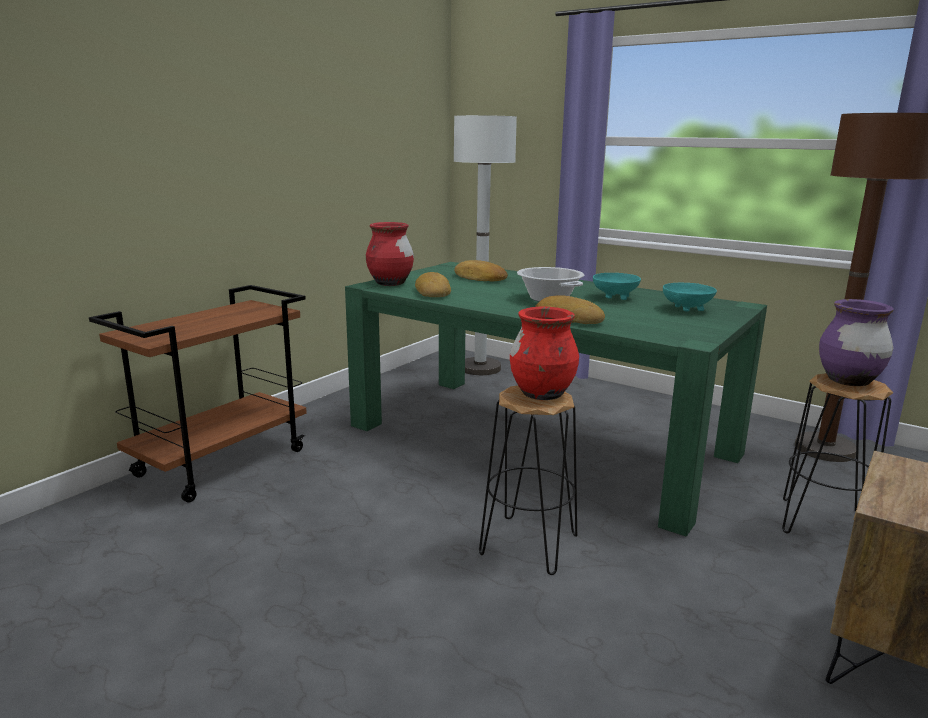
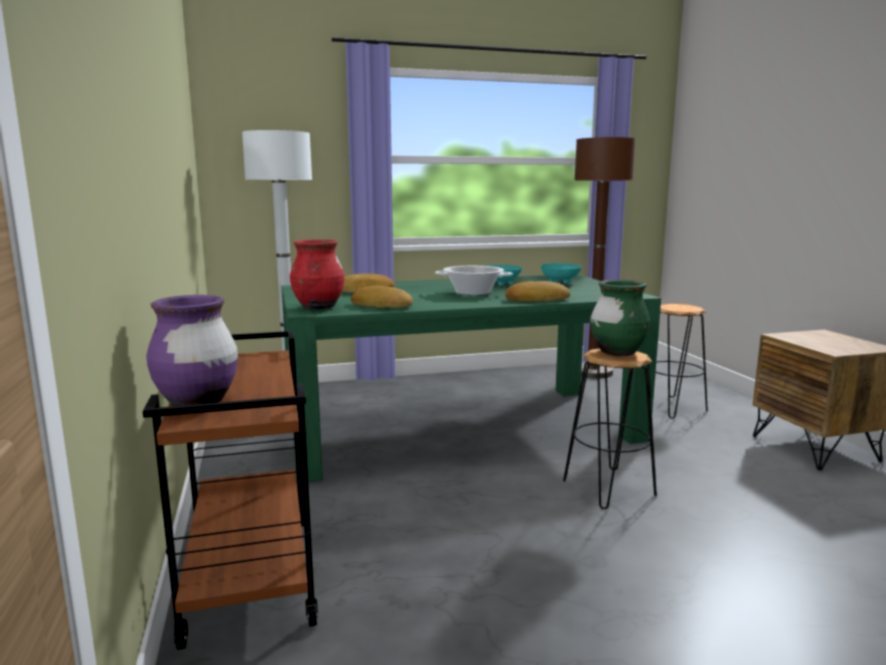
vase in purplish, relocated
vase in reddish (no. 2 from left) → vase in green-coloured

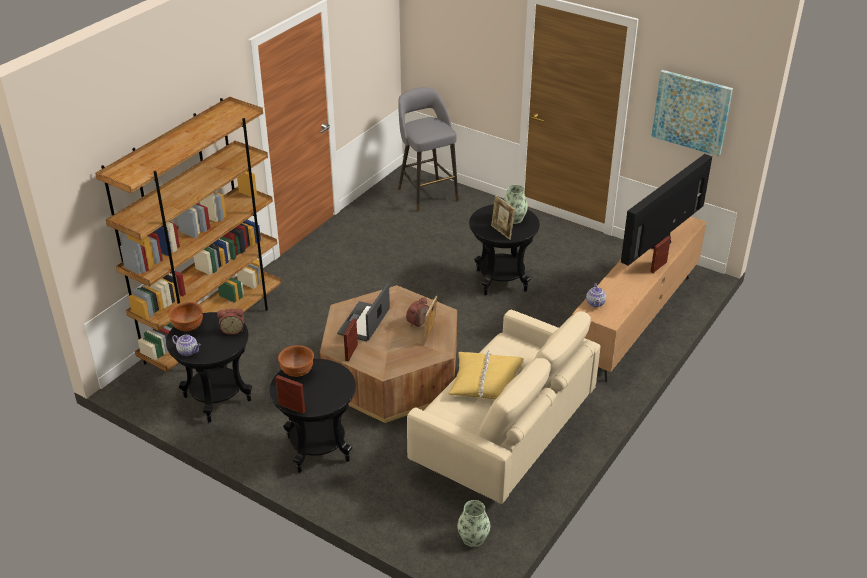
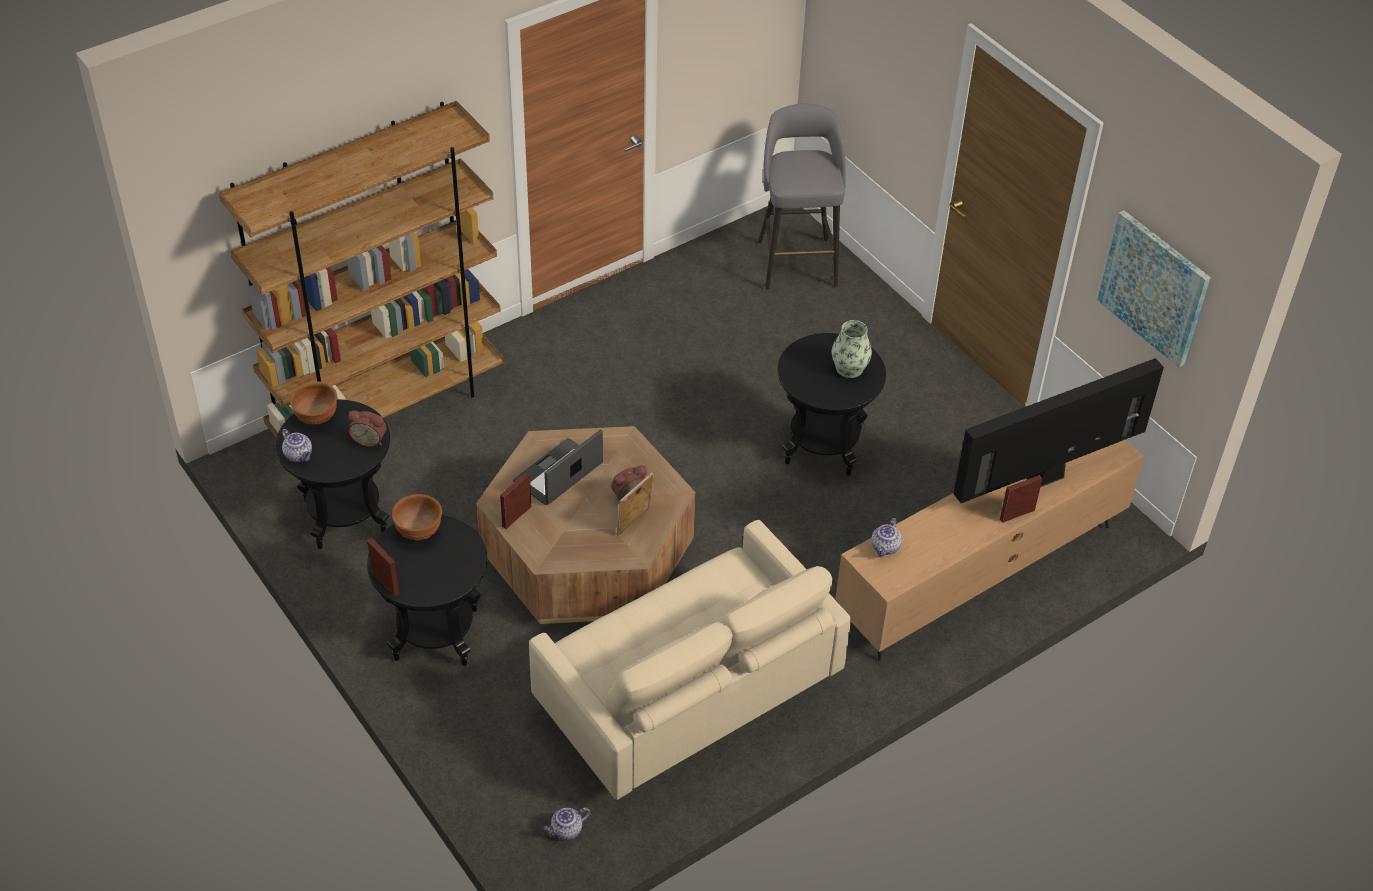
vase (no. 1 from left) → teapot (no. 2 from left)
pillow in yellow-coloured → -
standing frame (no. 4 from left) → -

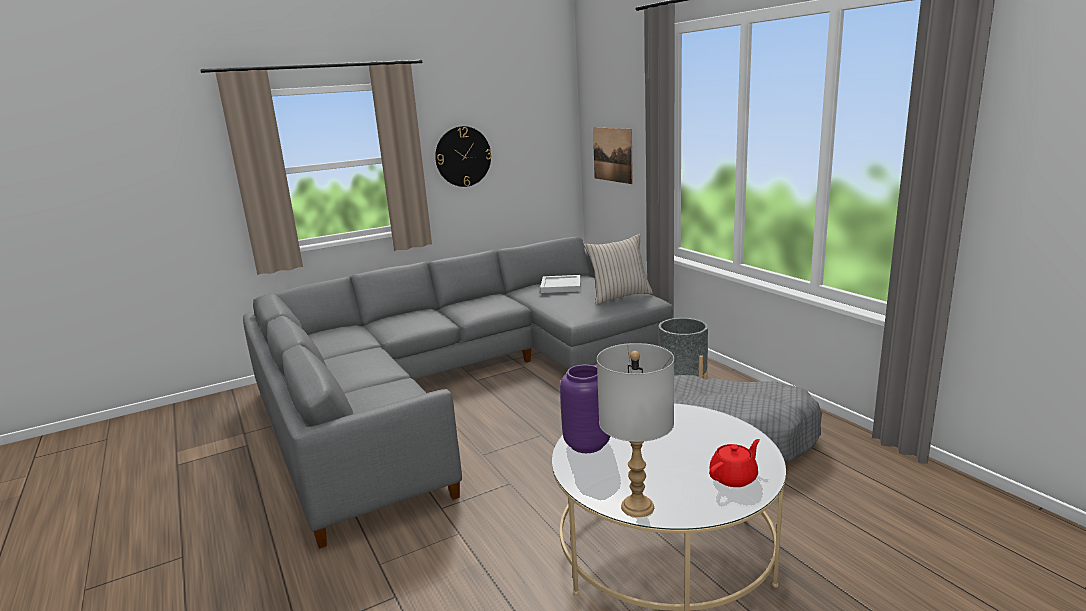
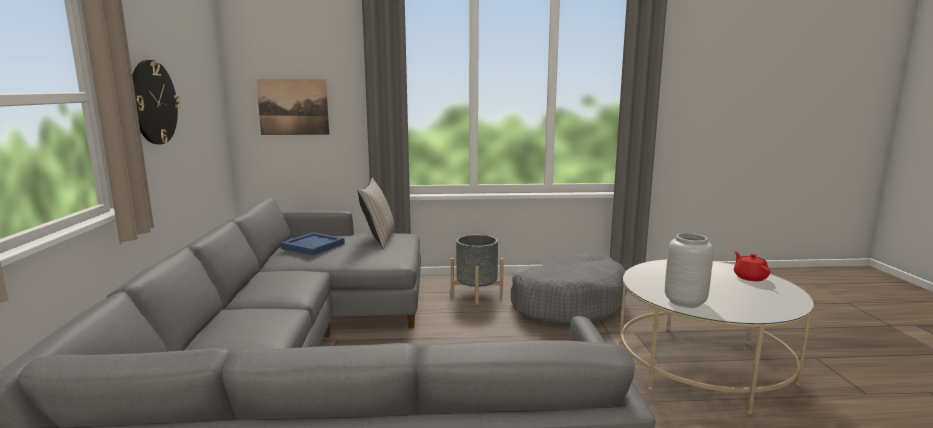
tray in whitish → tray in blue
vase in purplish → vase in grey
tabletop lamp in grey → -

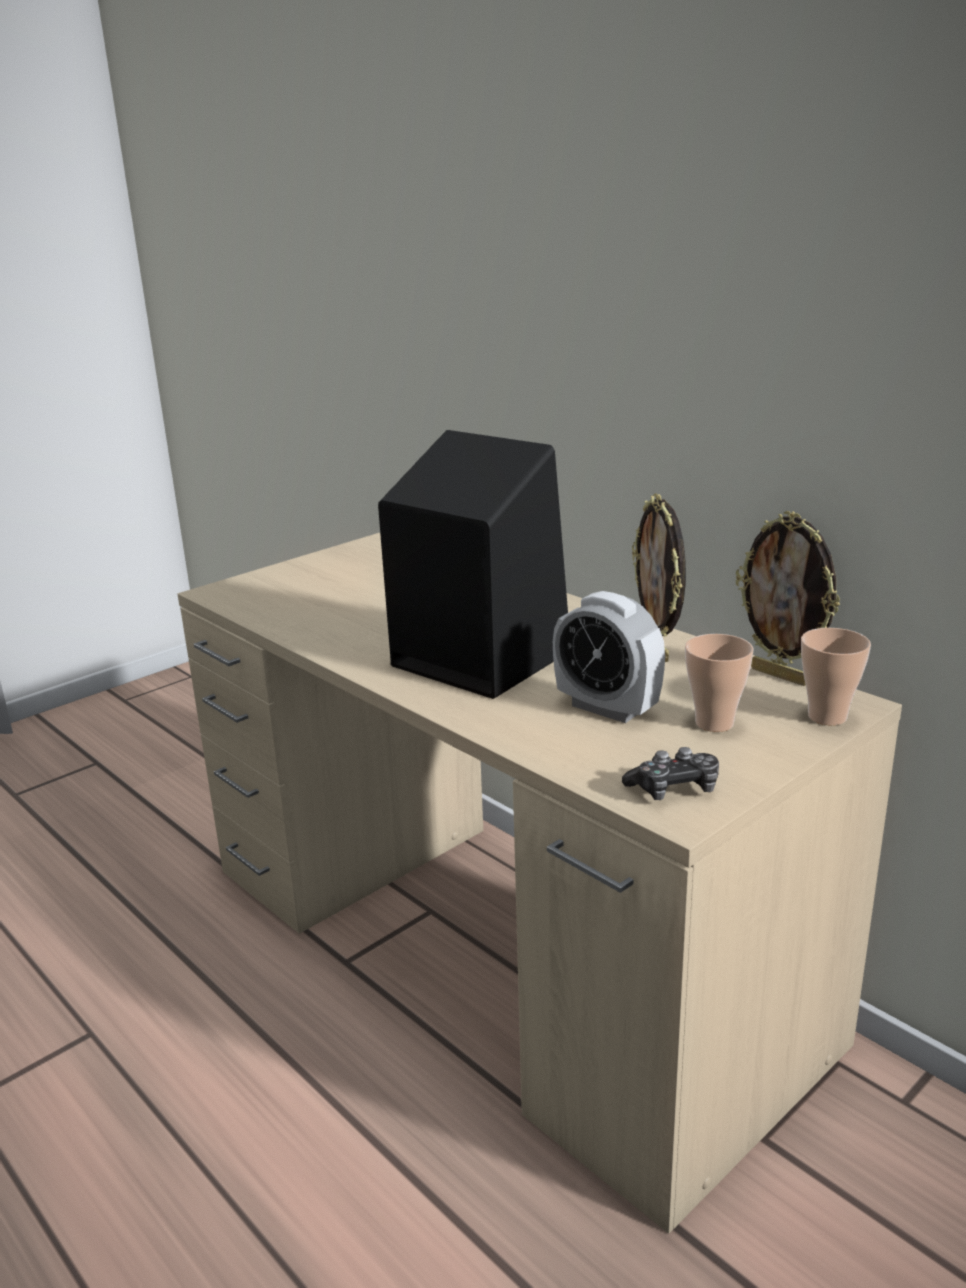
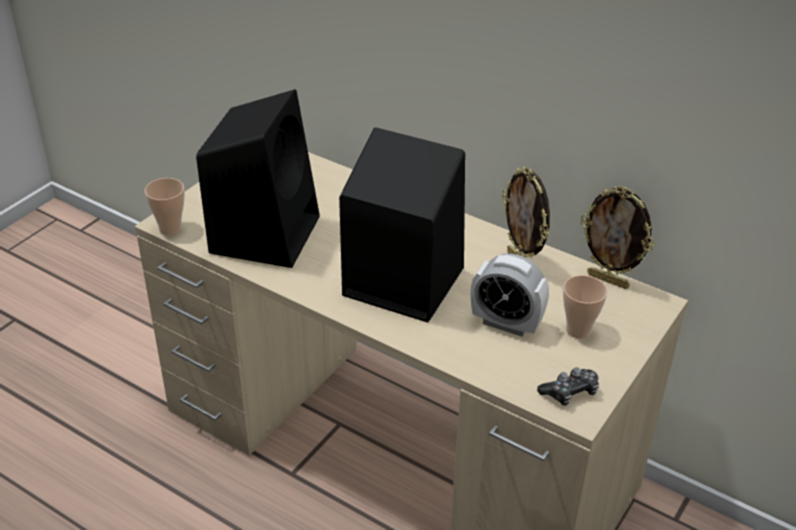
cup (no. 2 from left in the first image) → cup (no. 1 from left), relocated
- → speaker in blackish (no. 1 from left)

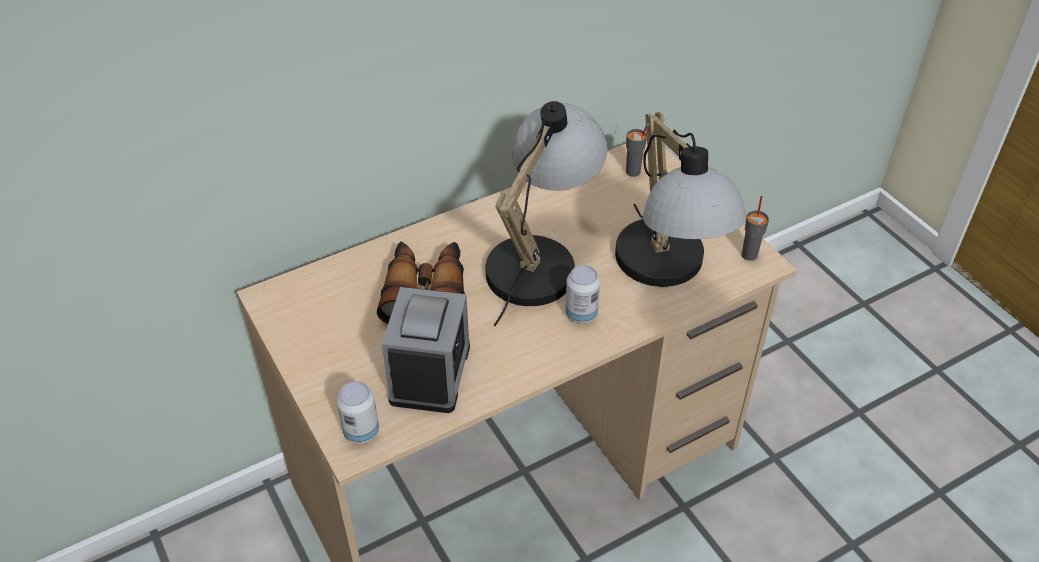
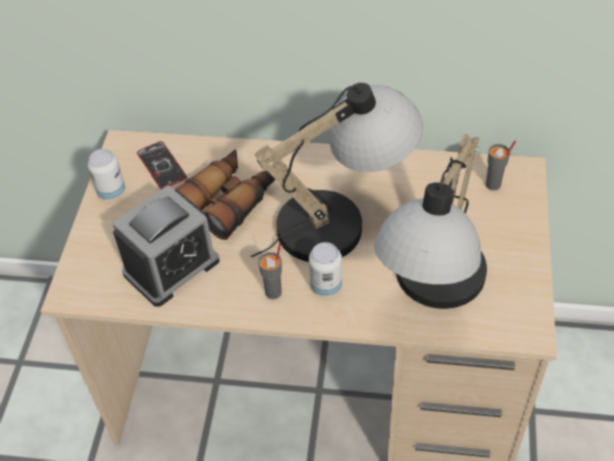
metal can (no. 1 from left), relocated
- → handset
cup in grey (no. 2 from left in the first image) → cup in grey (no. 1 from left), relocated

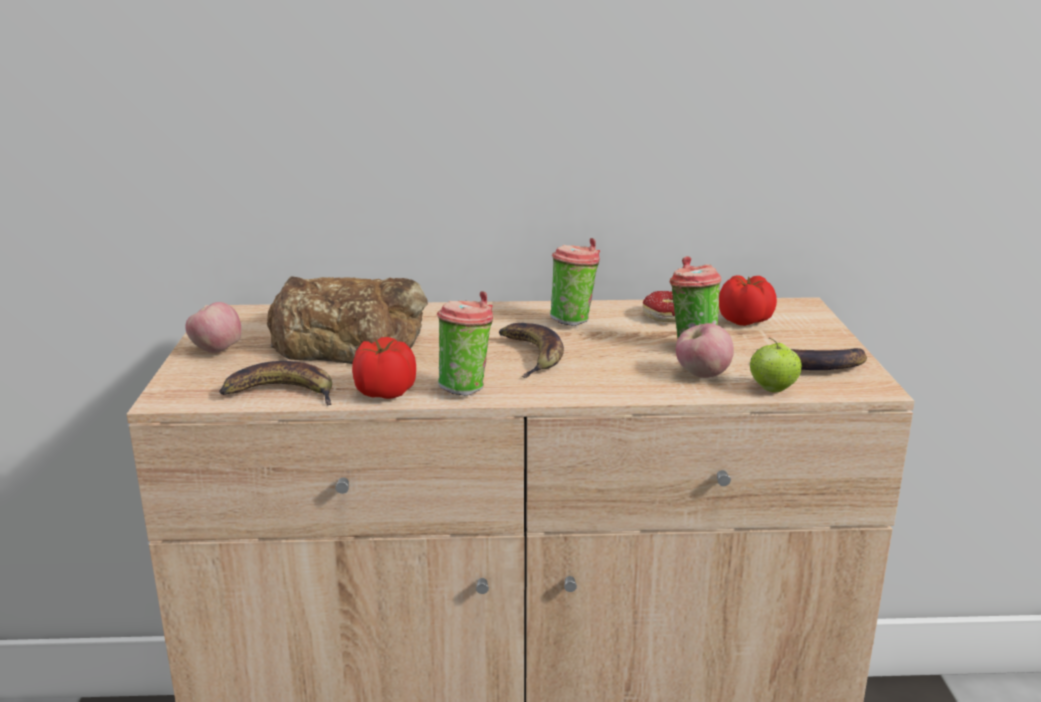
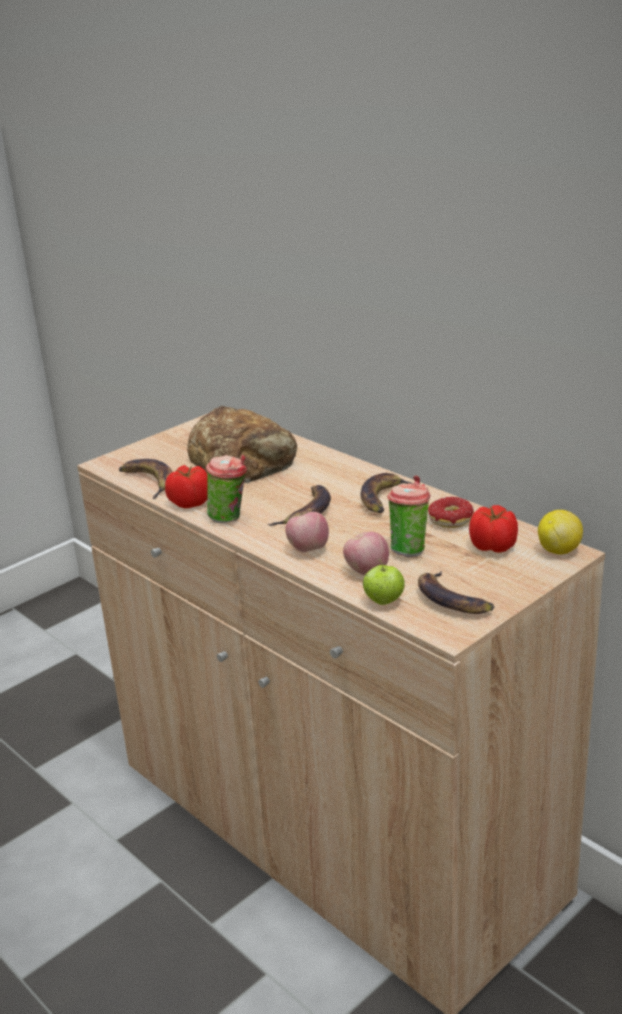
apple (no. 1 from left), relocated
cup (no. 2 from left) → whole banana (no. 3 from left)
- → lemon

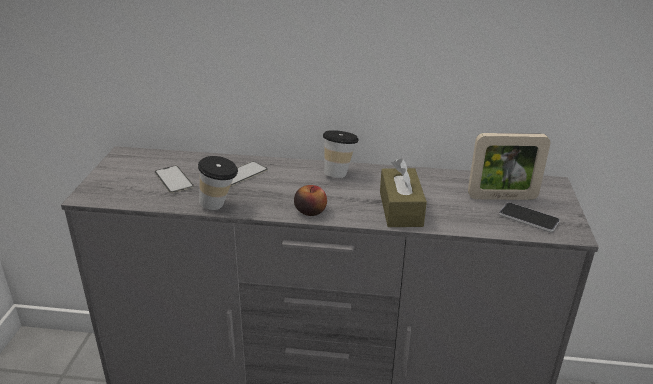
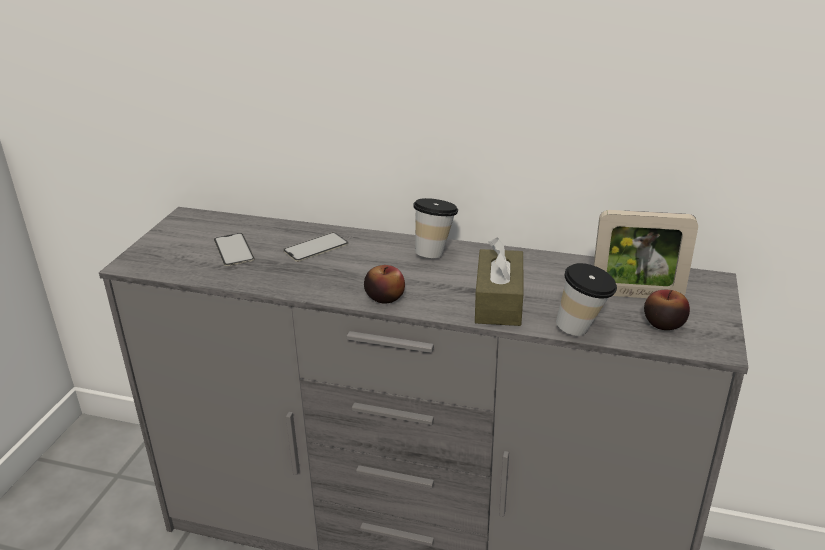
cup (no. 1 from left in the first image) → cup (no. 2 from left), relocated
handset (no. 3 from left) → apple (no. 2 from left)

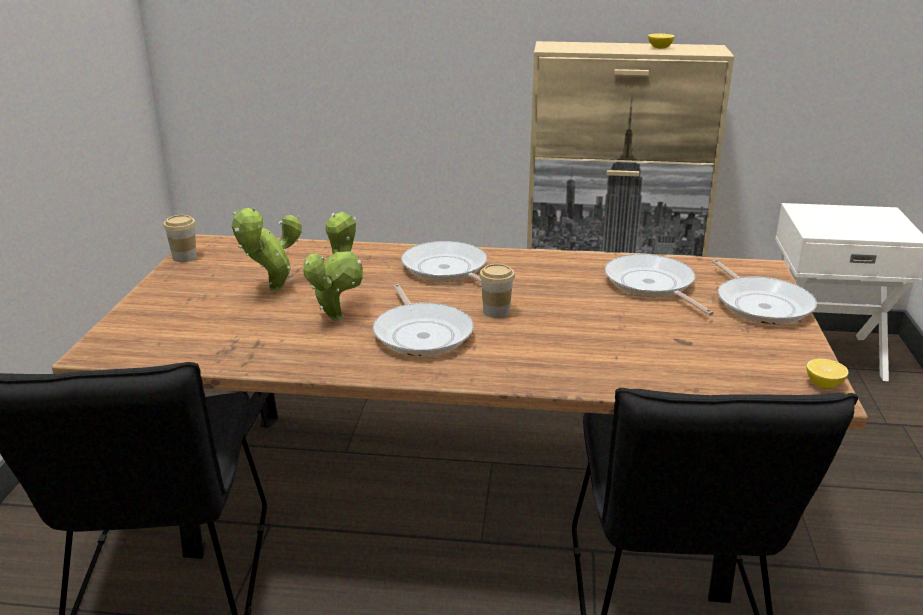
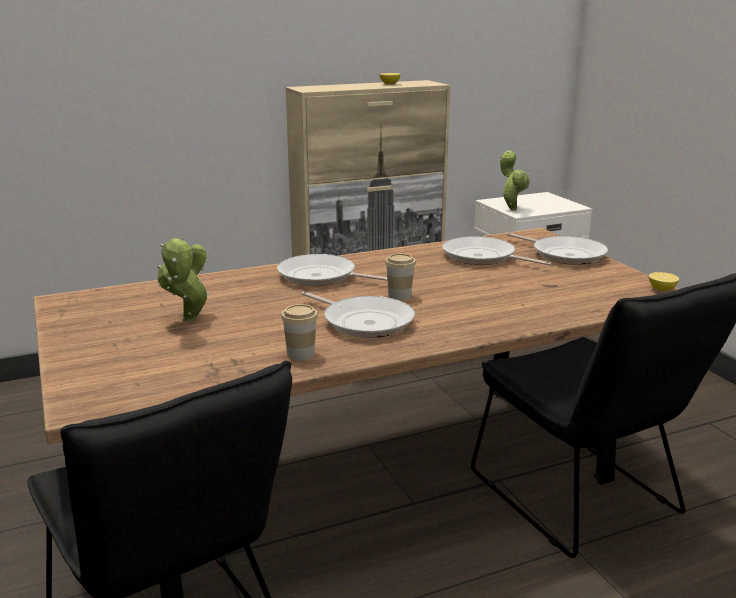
cup (no. 1 from left), relocated
potted plant (no. 2 from left), relocated

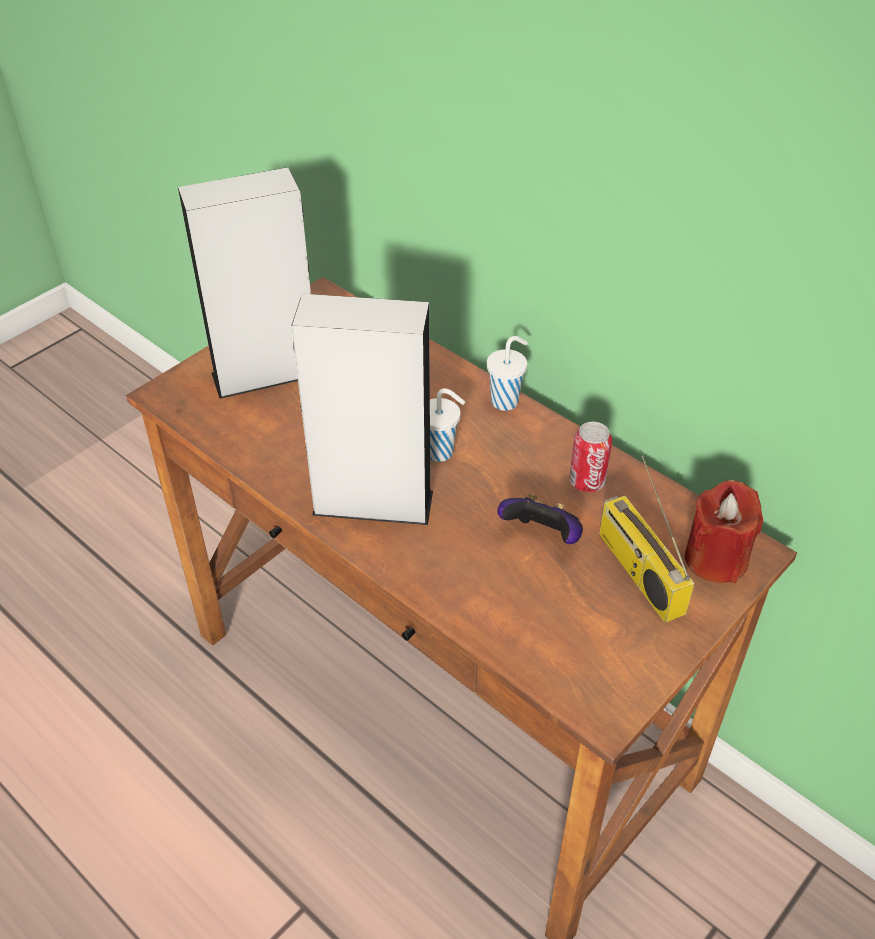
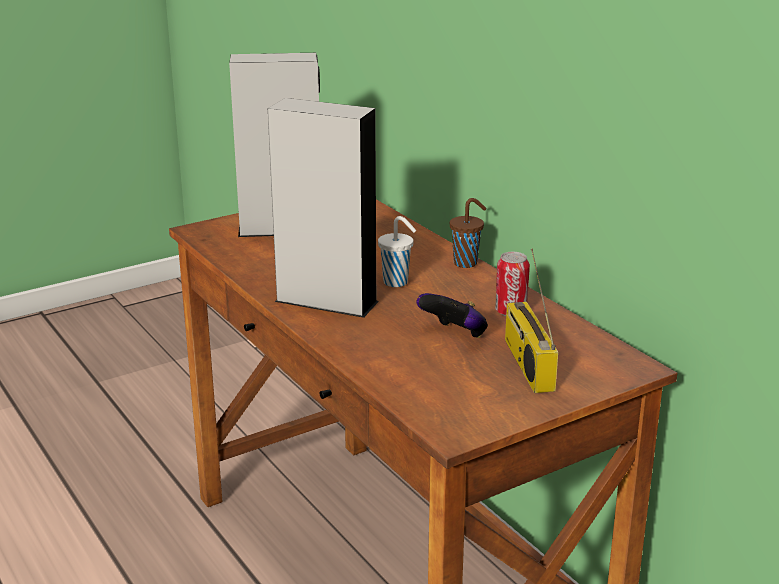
cup in whitish (no. 2 from left) → cup in brownish
candle in reddish → -

